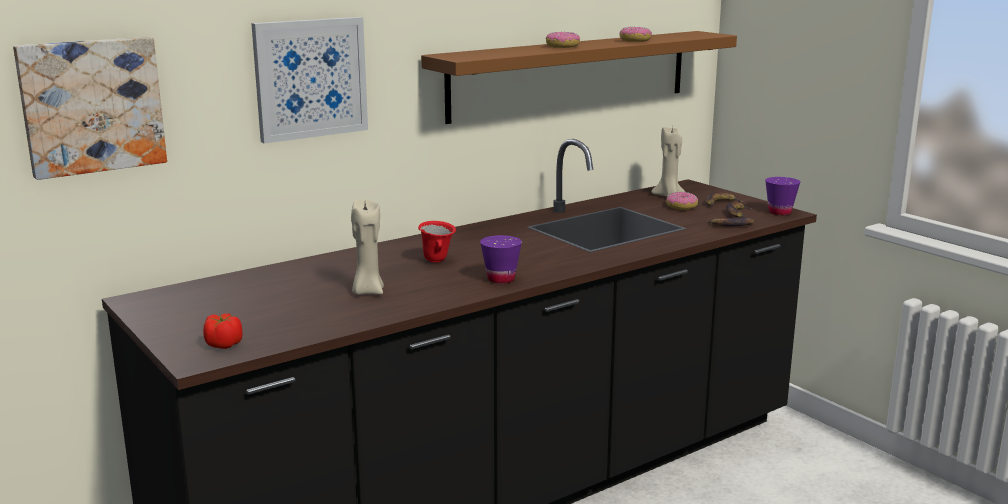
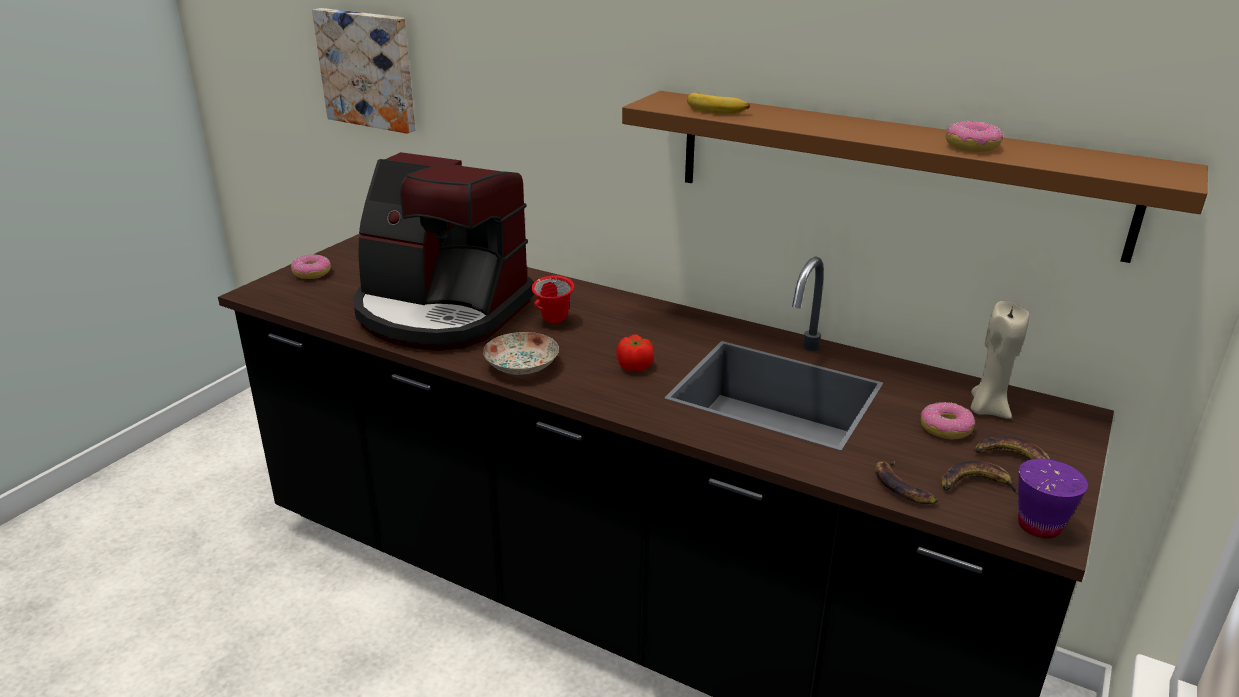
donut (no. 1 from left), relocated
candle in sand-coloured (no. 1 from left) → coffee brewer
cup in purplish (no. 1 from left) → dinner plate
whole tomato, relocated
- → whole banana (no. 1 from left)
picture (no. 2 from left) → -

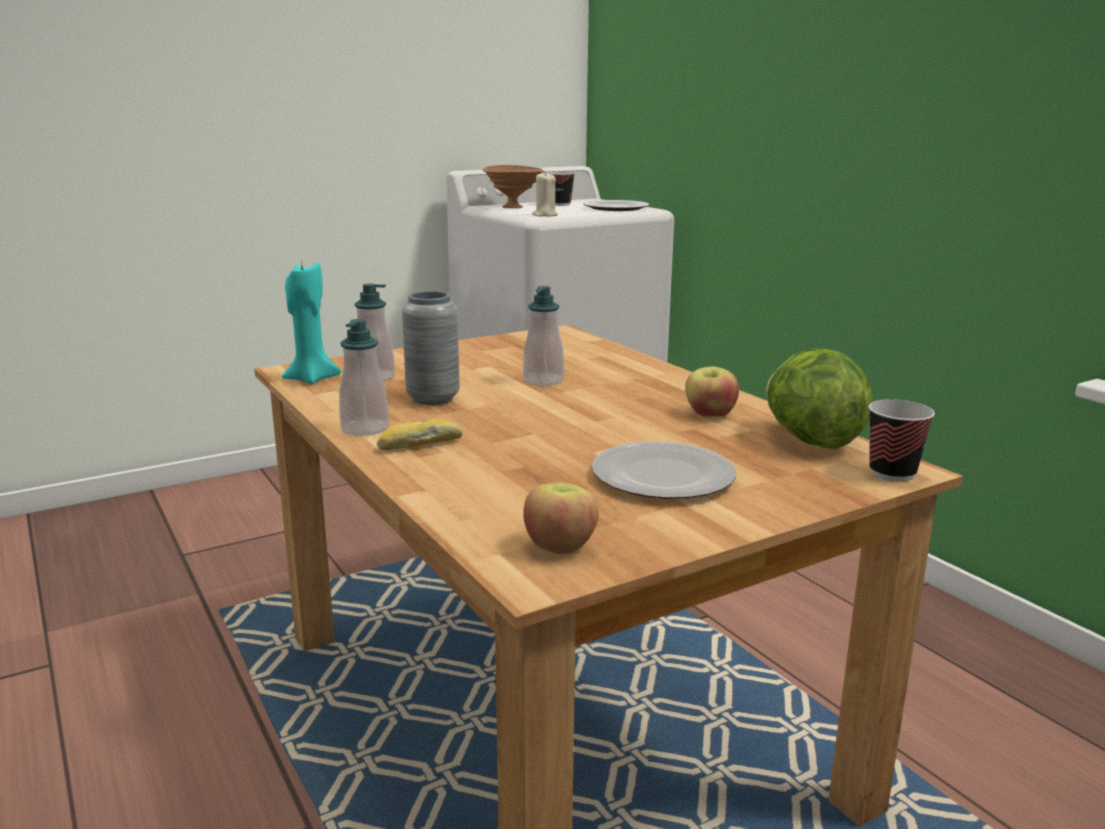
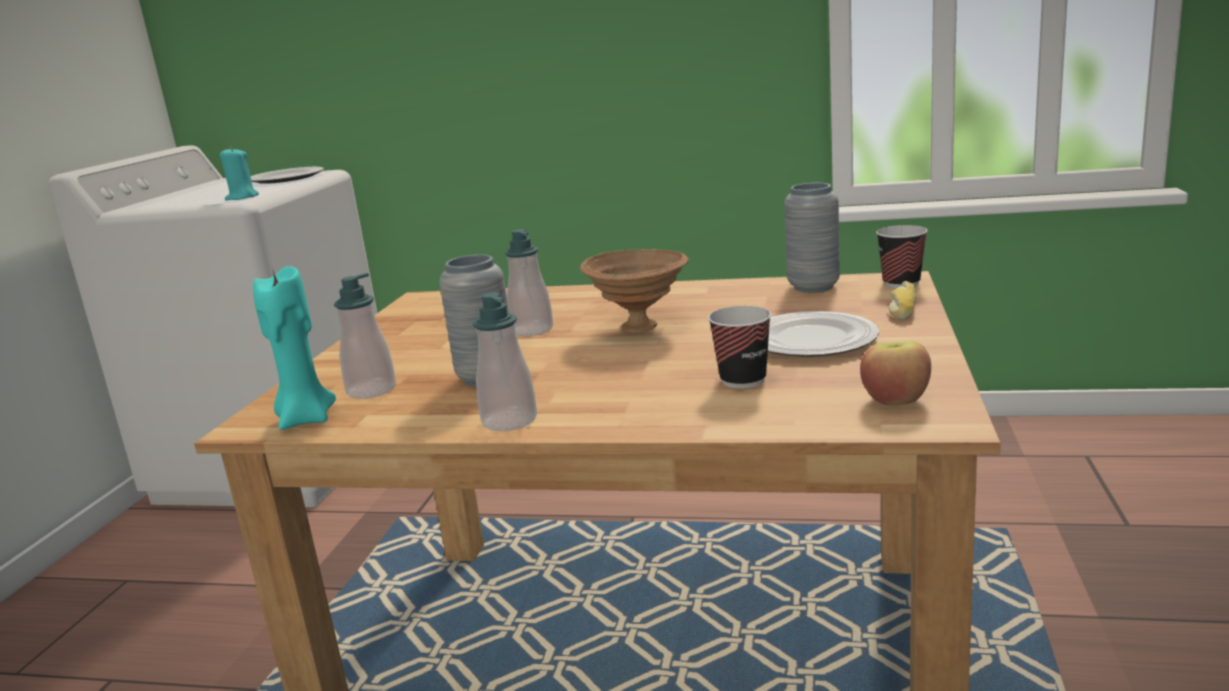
candle in sand-coloured → candle in turquoise-coloured (no. 1 from left)
serving bowl in brownish, relocated
cup (no. 1 from left), relocated
lettuce head → vase in grey (no. 2 from left)
bakery bread, relocated
apple (no. 2 from left) → -

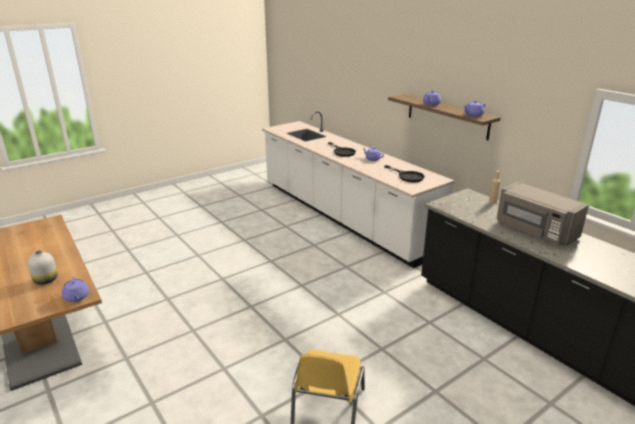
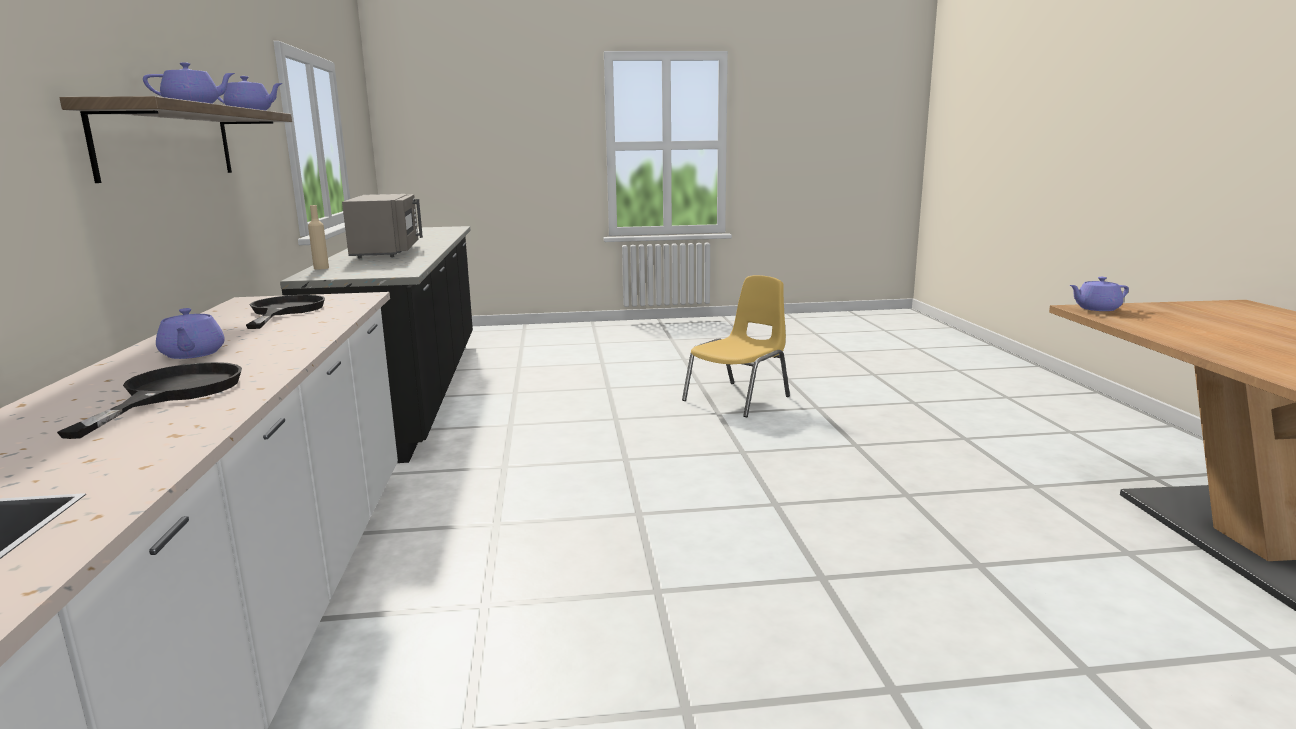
teapot in purplish (no. 1 from left in the first image) → teapot in purplish (no. 4 from left), 105 degrees counterclockwise
vase in whitish → -

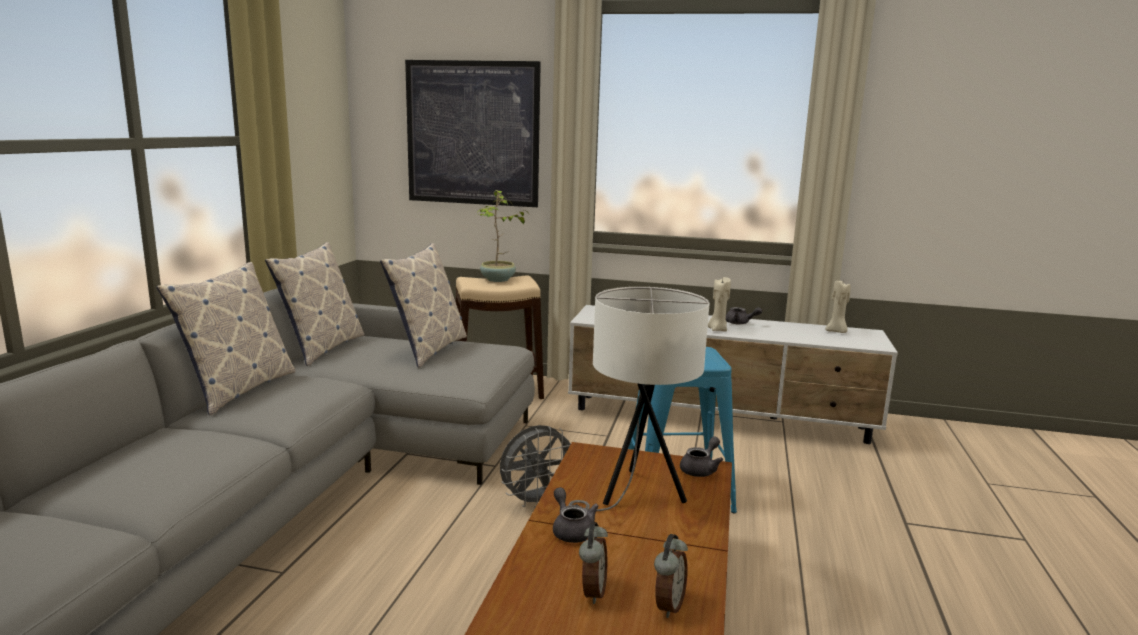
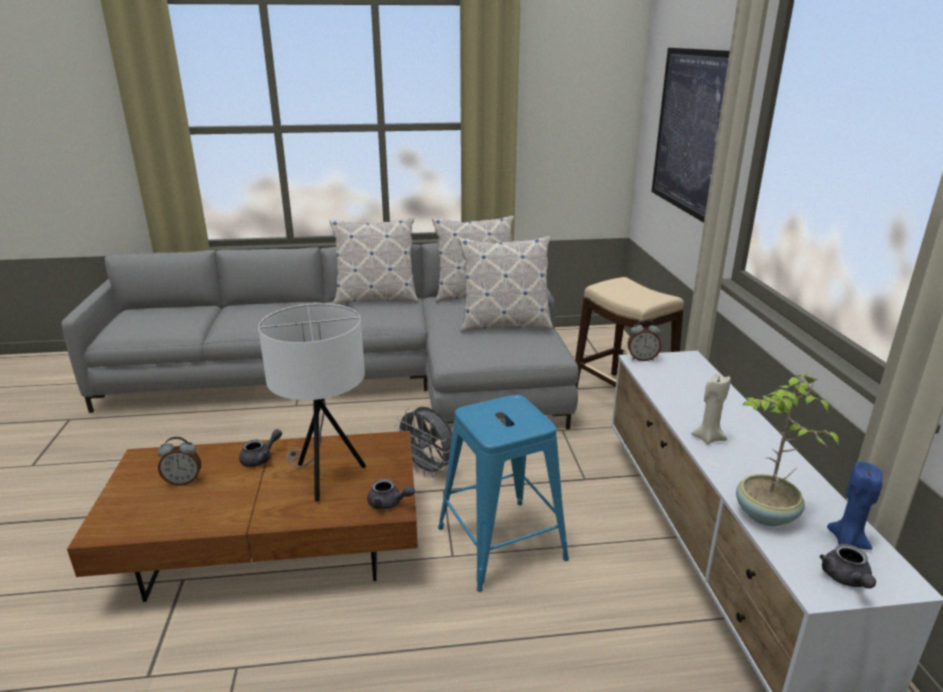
table clock (no. 2 from left), relocated
potted plant, relocated
teapot in grey (no. 3 from left), relocated
candle in sand-coloured (no. 2 from left) → candle in blue

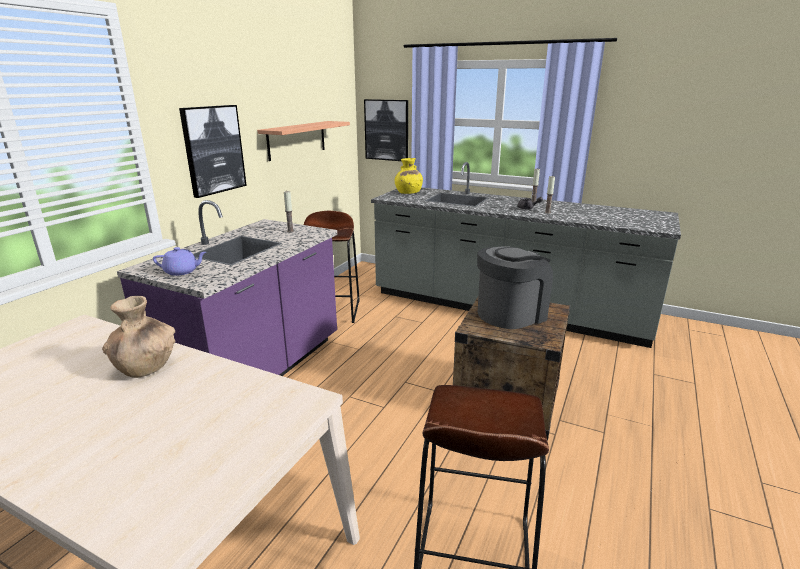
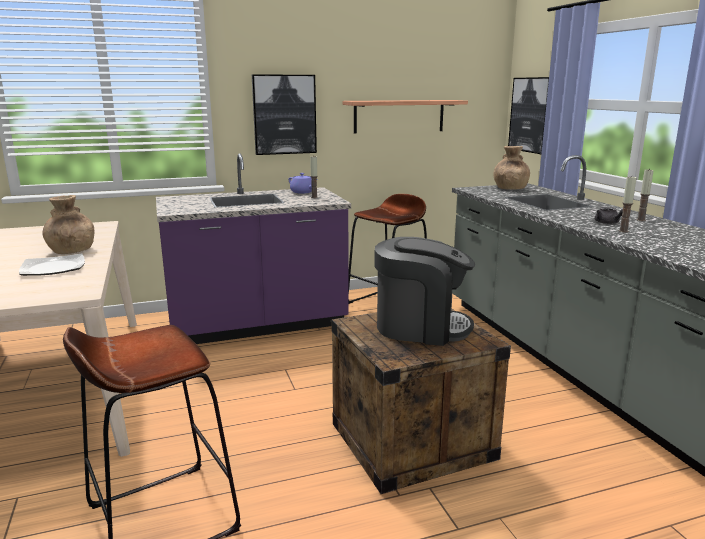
- → dinner plate
teapot in purplish, relocated
vase in yellow-coloured → vase in brownish (no. 2 from left)

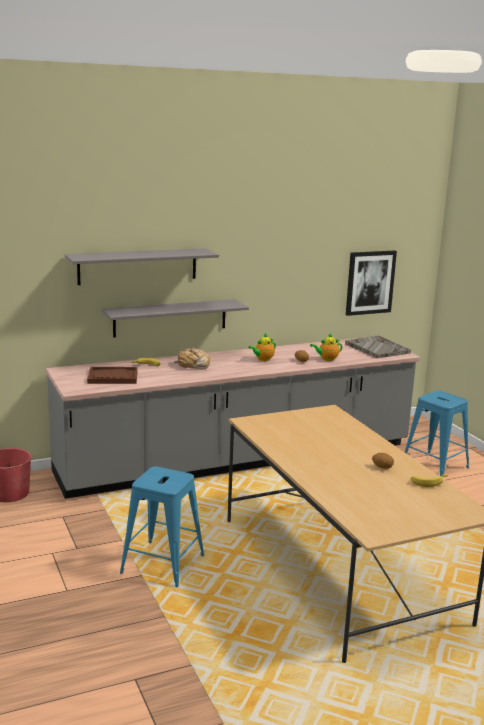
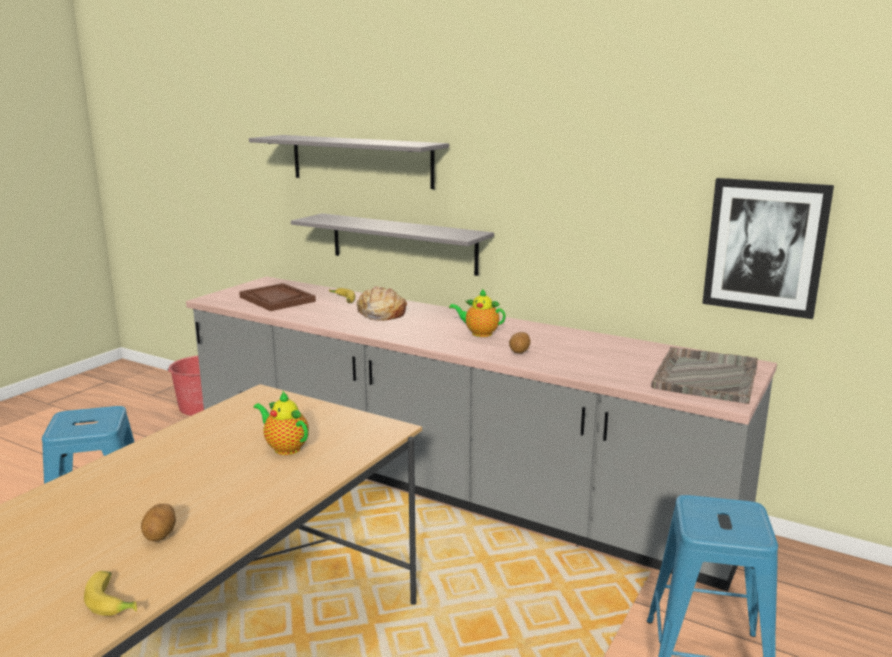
teapot (no. 2 from left in the first image) → teapot (no. 1 from left), relocated

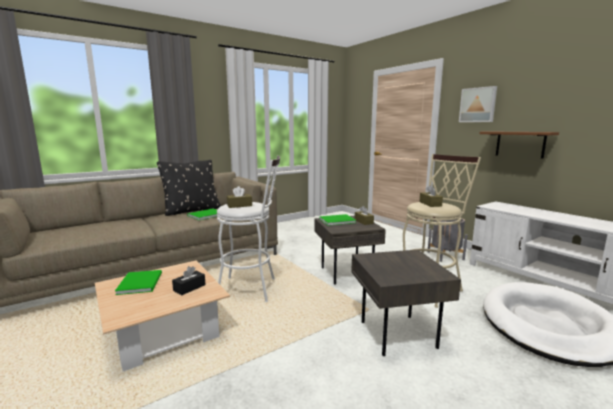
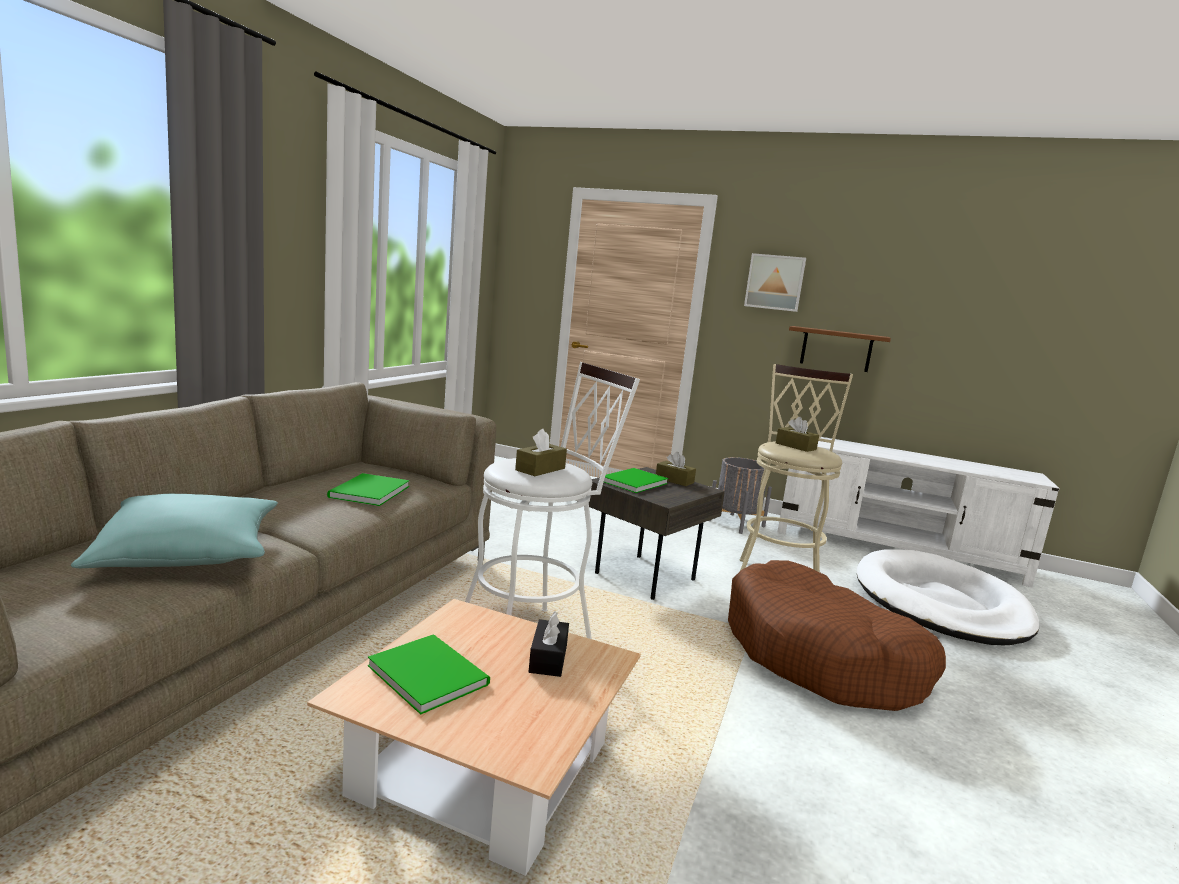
- → pillow in turquoise-coloured
accent table in grey (no. 2 from left) → dog cushion in brownish
pillow in blackish → -

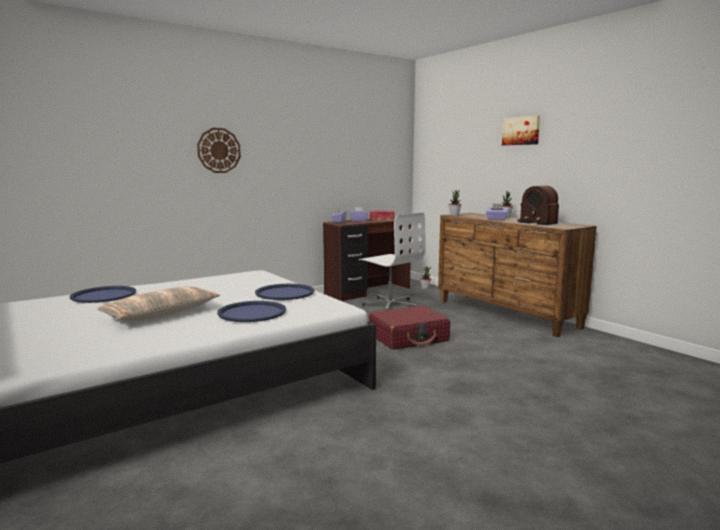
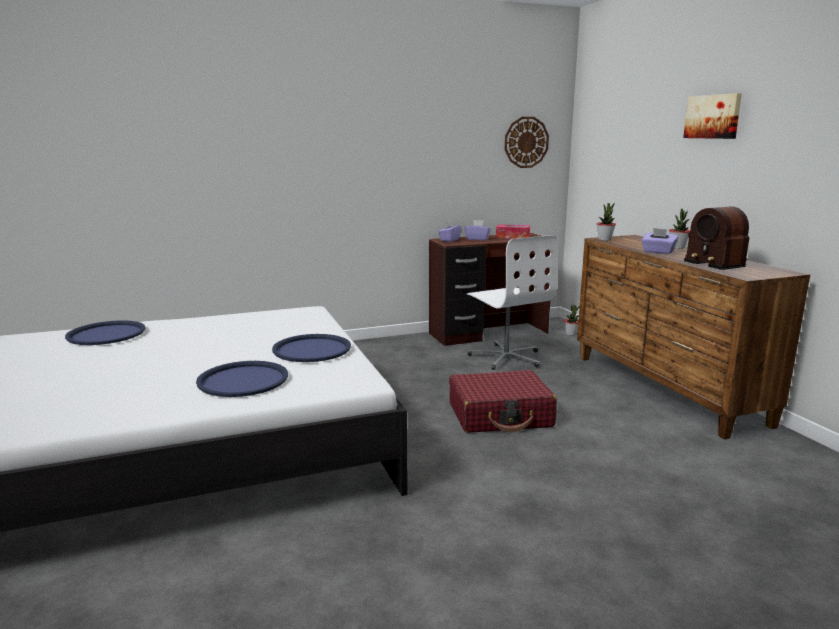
hanging clock, relocated
pillow → -

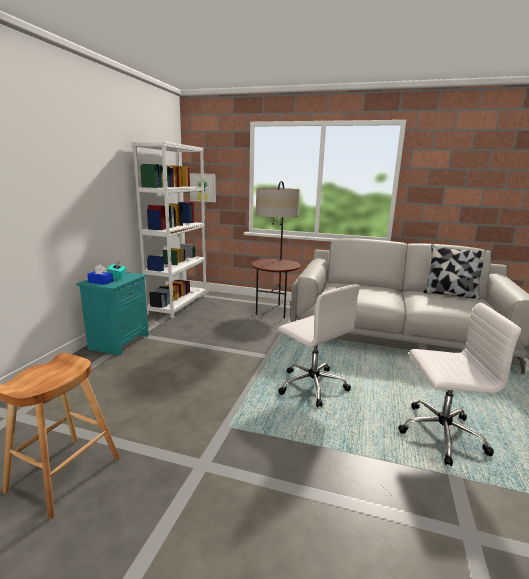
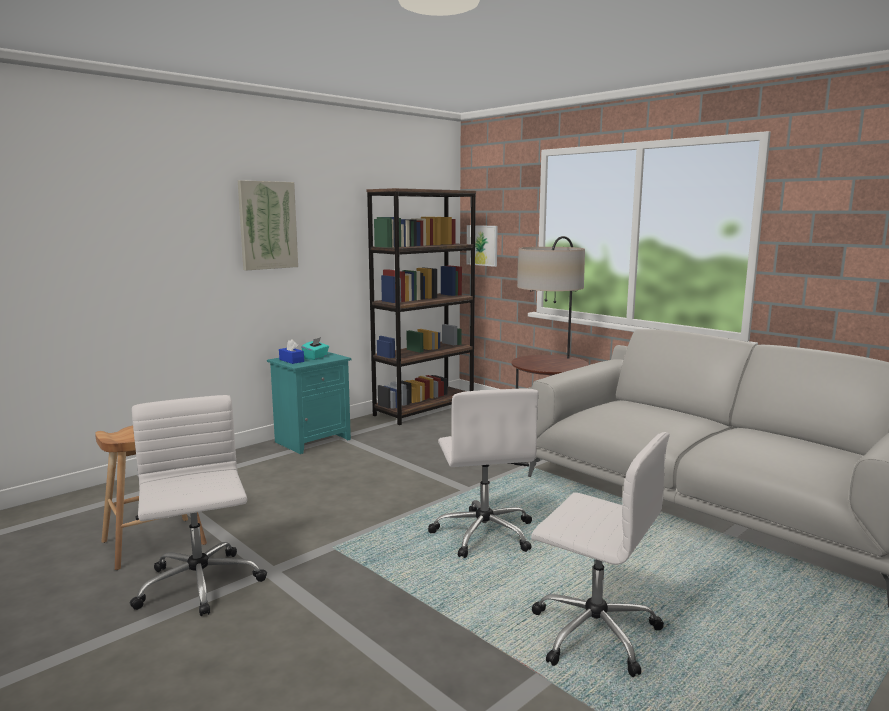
- → desk chair in whitish (no. 1 from left)
- → picture (no. 1 from left)
bookshelf in whitish → bookshelf in brownish
pillow → -

